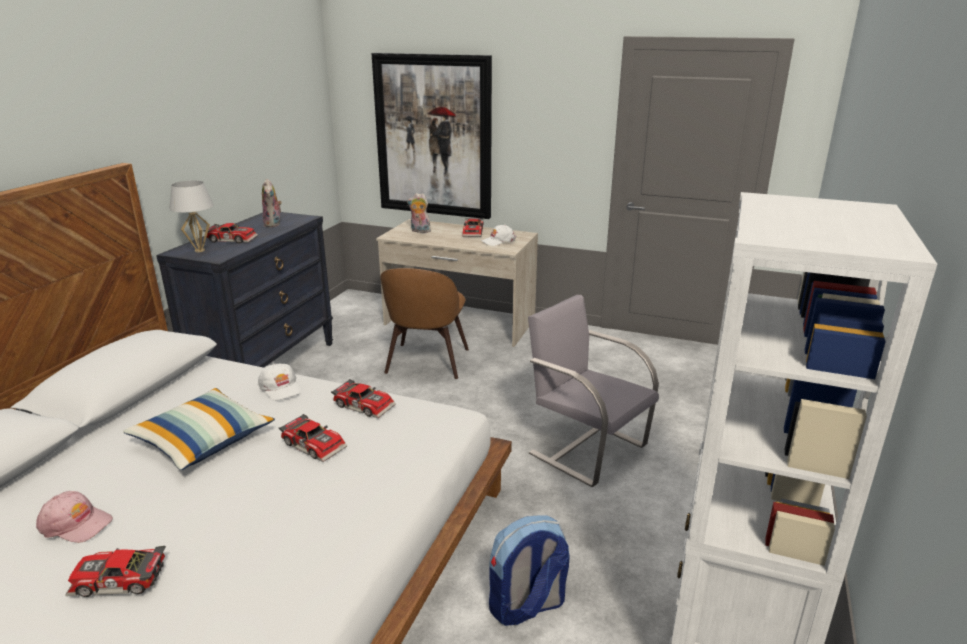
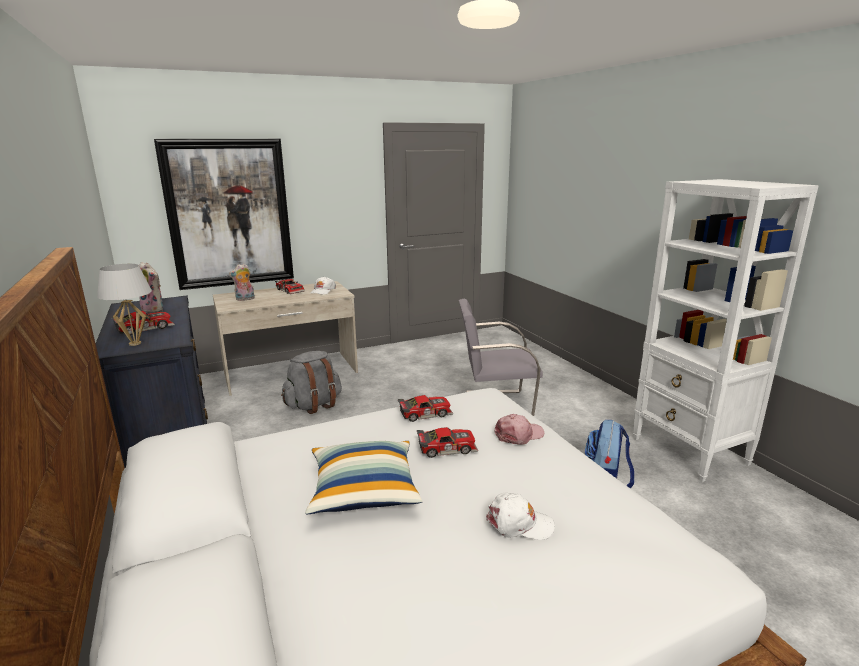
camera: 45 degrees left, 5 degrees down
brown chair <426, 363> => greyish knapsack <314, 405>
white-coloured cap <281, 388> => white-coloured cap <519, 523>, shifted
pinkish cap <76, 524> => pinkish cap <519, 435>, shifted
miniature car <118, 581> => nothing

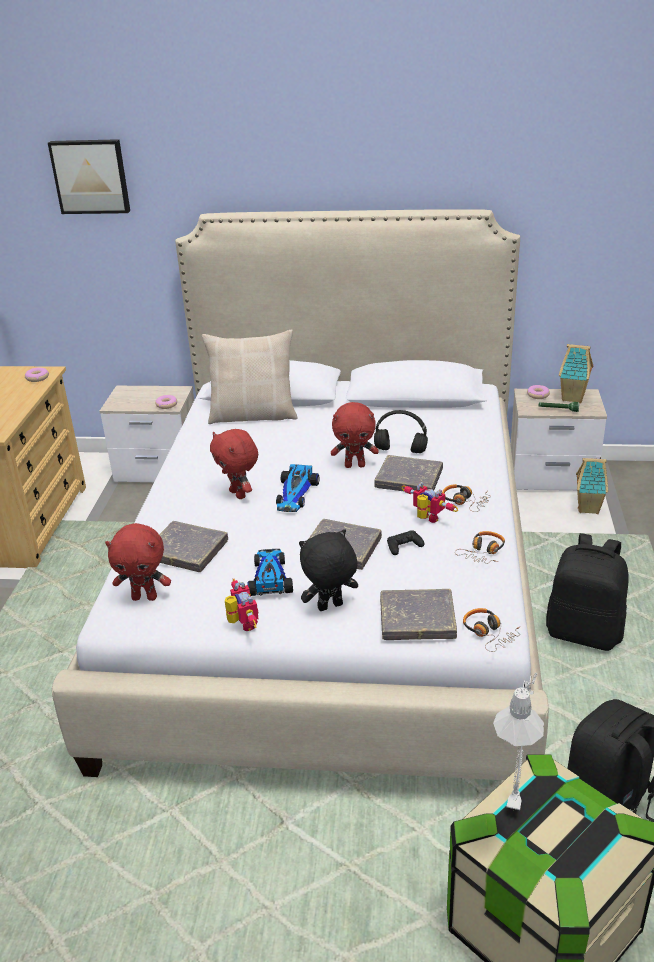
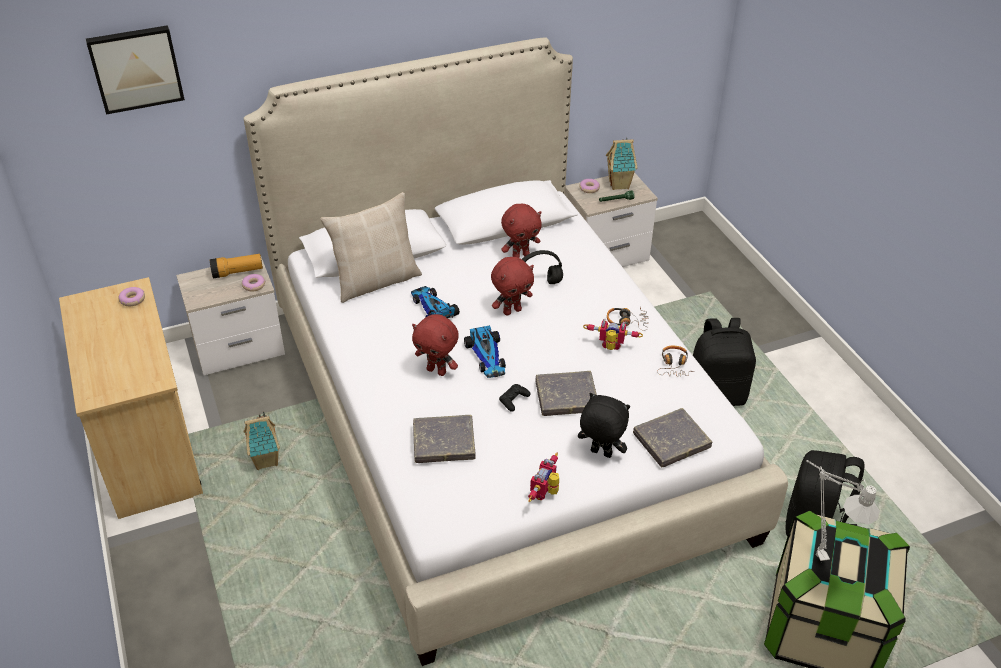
camera: 30 degrees left, 10 degrees up
greyish volume <408, 479> => nothing
model house <589, 508> => model house <267, 461>, shifted
red-coloured plush toy <145, 597> => red-coloured plush toy <520, 256>, shifted
black plush toy <330, 607> => black plush toy <600, 454>, 75 degrees clockwise
black joypad <404, 546> => black joypad <513, 400>, shifted
miniature car <269, 577> => miniature car <432, 308>, shifted
robot figure <242, 625> => robot figure <546, 493>, 105 degrees counterclockwise
pair of headphones <489, 633> => nothing
nothing => flashlight <237, 272>

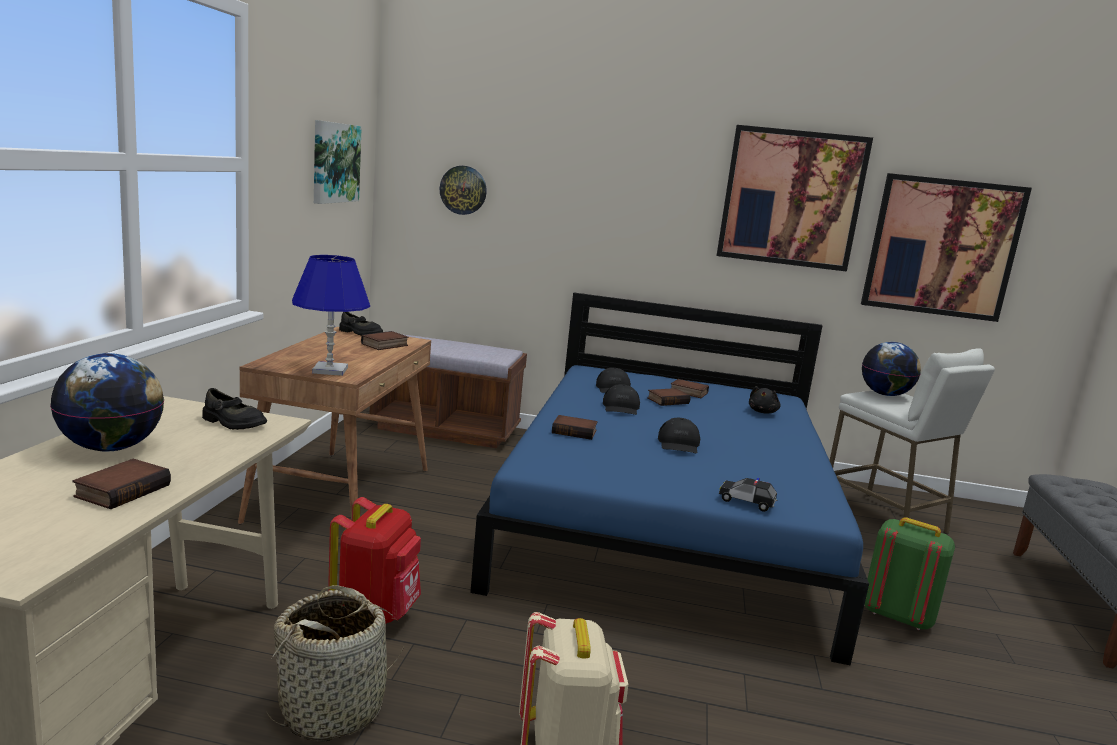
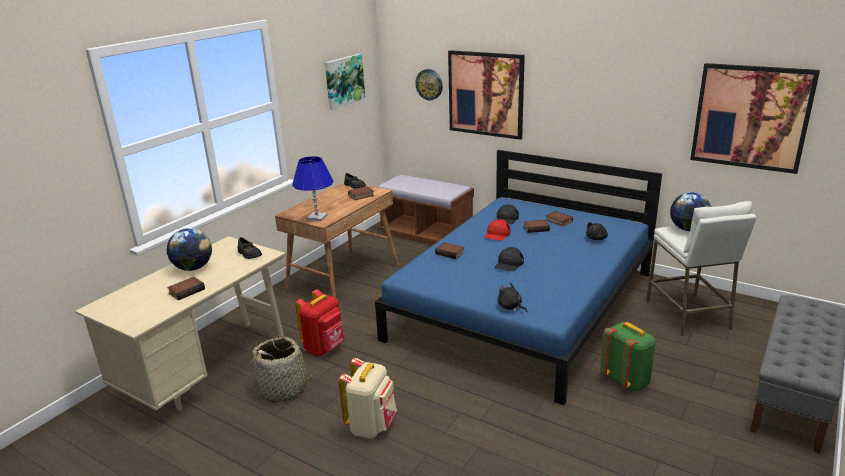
camera: 25 degrees right, 10 degrees up
wall picture <791, 198> => wall picture <486, 94>, shifted
black cap <621, 407> => red-coloured cap <497, 234>
miniature car <747, 502> => black plush toy <510, 307>

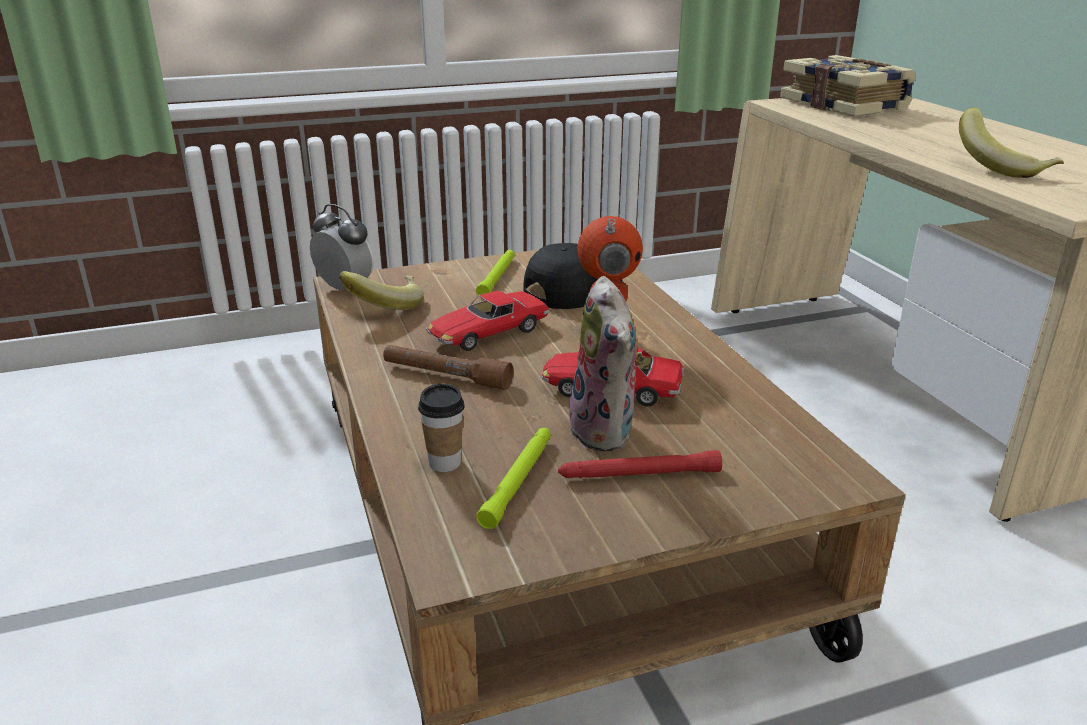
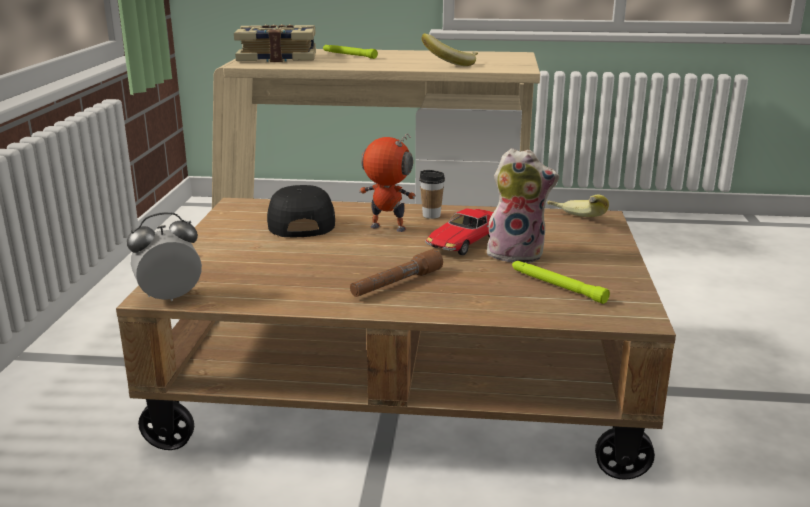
camera: 65 degrees left, 5 degrees down
green flashlight <497, 277> => green flashlight <348, 55>, shifted
whole banana <385, 306> => whole banana <574, 222>, shifted
miniature car <488, 333> => nothing
cup <444, 463> => cup <431, 215>, shifted
red-coloured flashlight <638, 474> => nothing

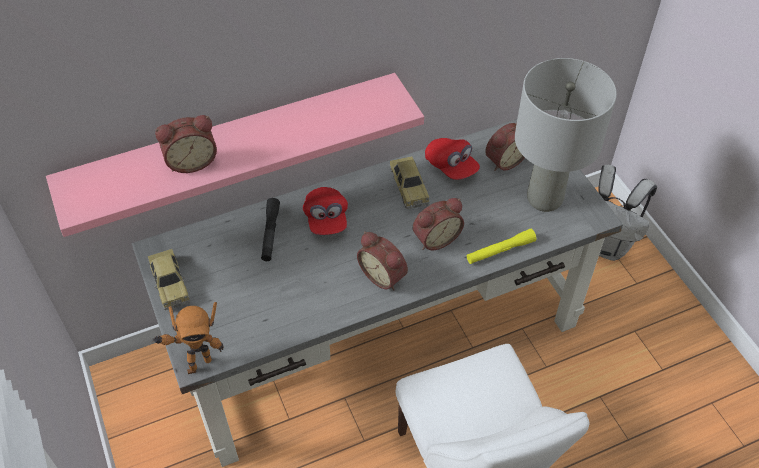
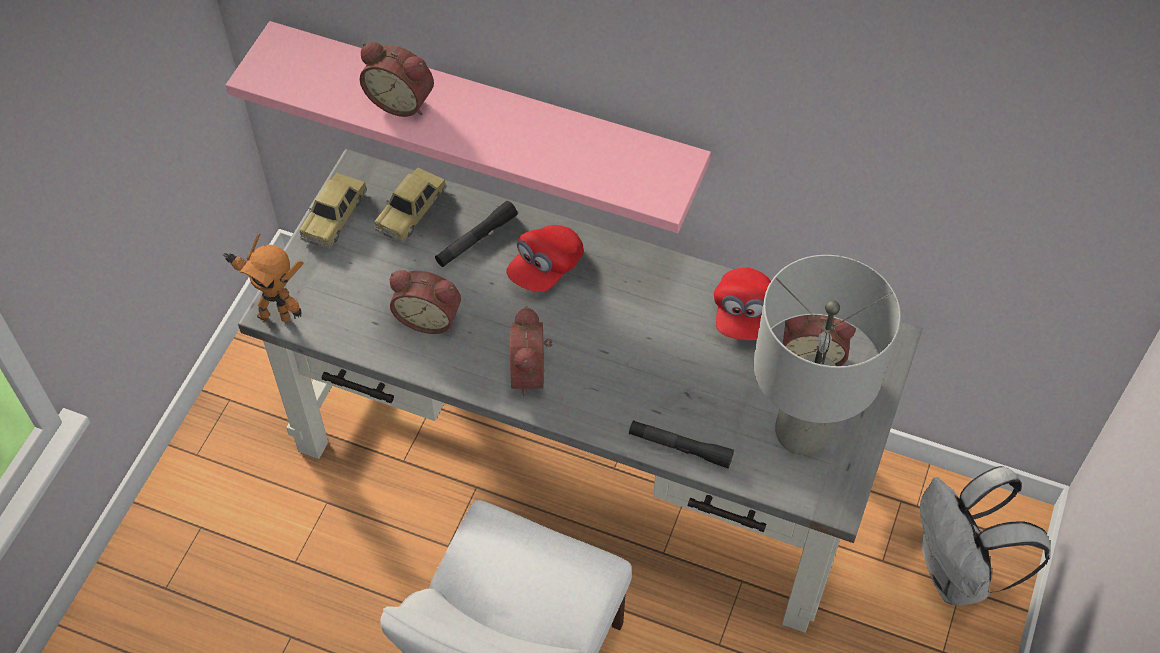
camera: 45 degrees right, 5 degrees up
miniature car <408, 187> => miniature car <411, 211>, shifted
table clock <435, 238> => table clock <429, 317>, shifted
yellow flashlight <500, 251> => black flashlight <680, 447>

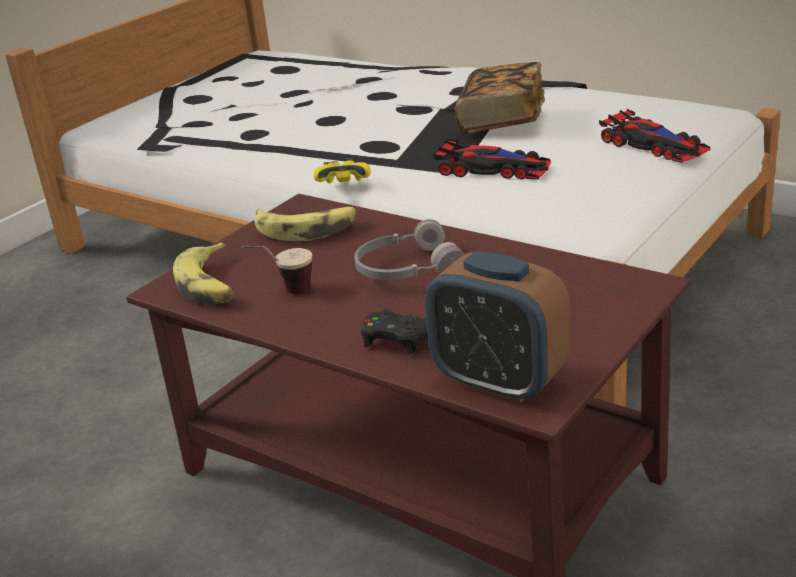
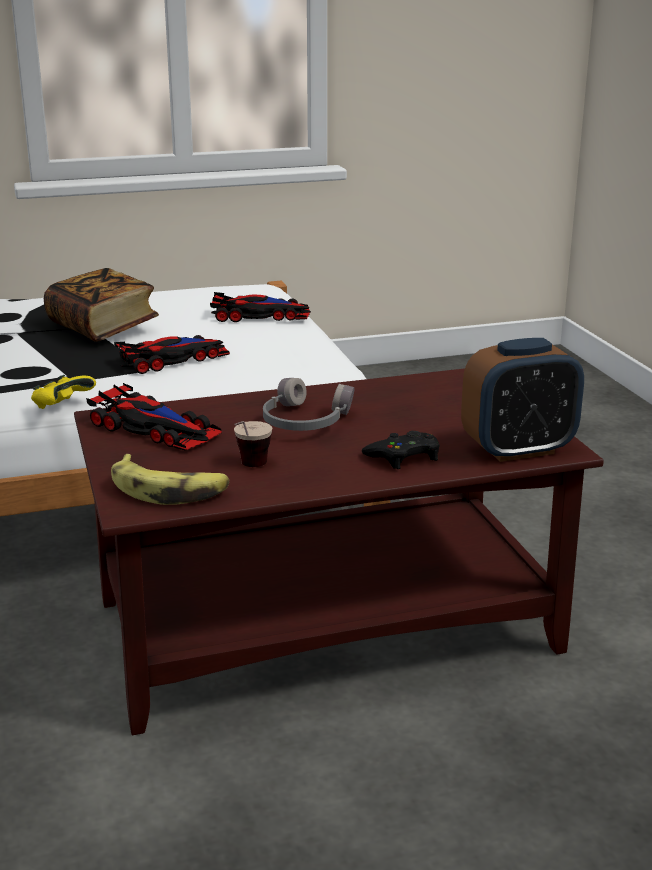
camera: 55 degrees left, 5 degrees down
whole banana <306, 229> => miniature car <155, 429>

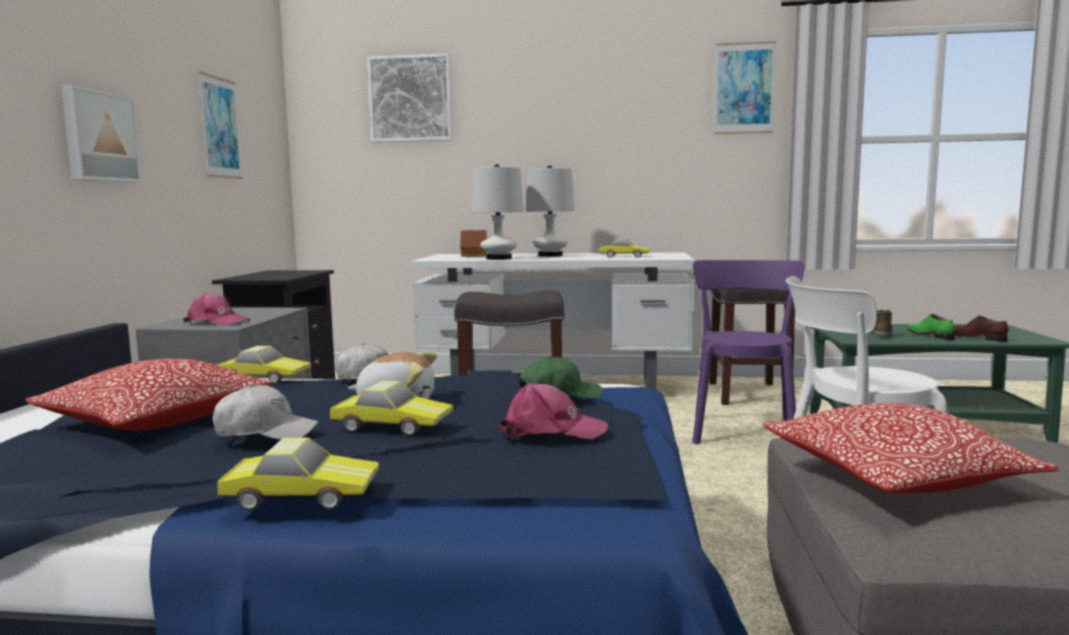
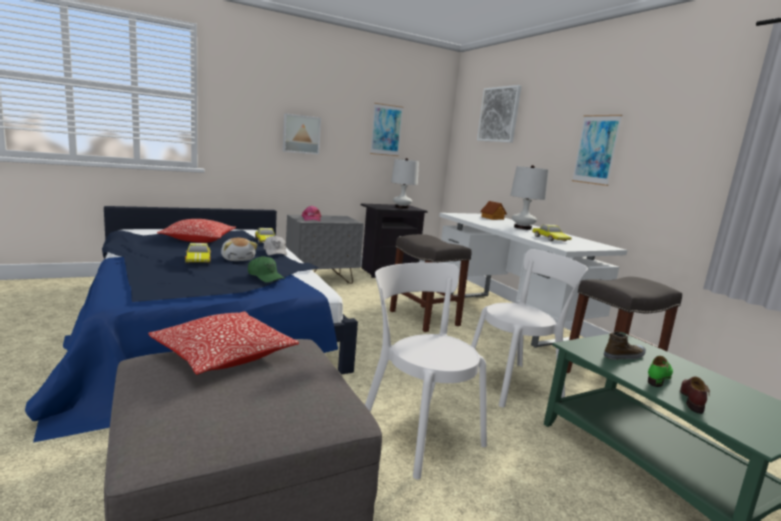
camera: 55 degrees right, 5 degrees up
wall picture <744, 88> => wall picture <596, 149>, shifted
white-coloured table lamp <499, 258> => white-coloured table lamp <402, 207>, shifted
purple-coloured chair <743, 430> => white-coloured chair <516, 383>
pinkish cap <551, 430> => nothing
white-coloured cap <266, 432> => nothing
miniature car <302, 493> => nothing

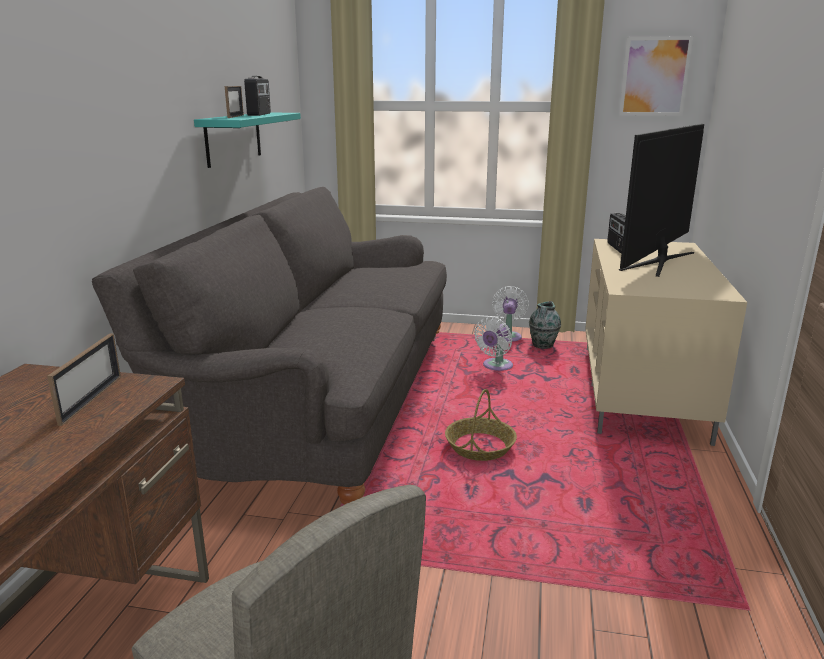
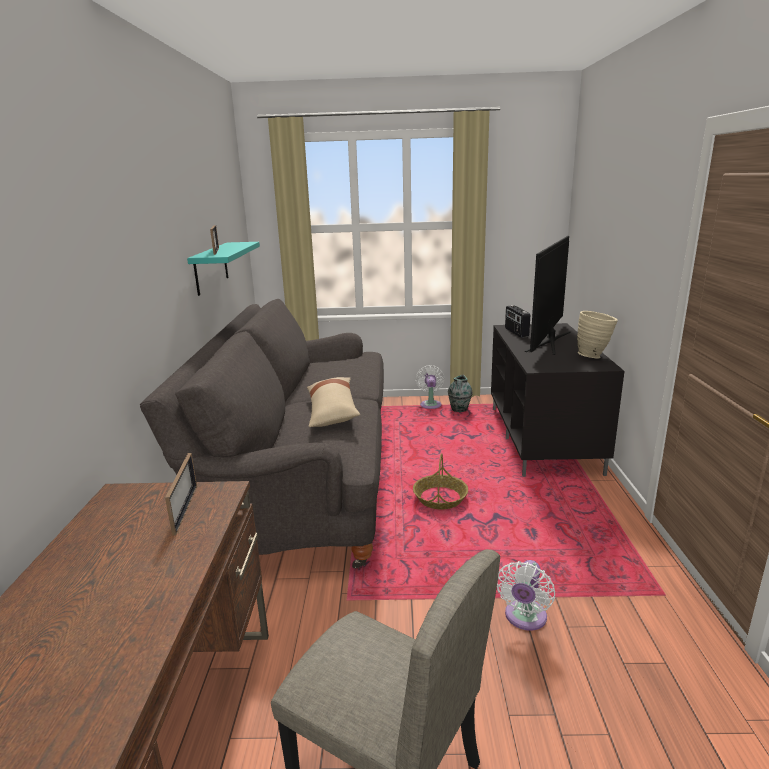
camera: 10 degrees left, 0 degrees up
wall picture <655, 76> => nothing
radio receiver <260, 114> => nothing
beige-coloured media console <643, 391> => black media console <544, 439>
white-coloured fan <496, 367> => white-coloured fan <524, 618>, shifted
nothing => beige-coloured decorative vase <594, 356>
nothing => beige-coloured throw pillow <332, 411>

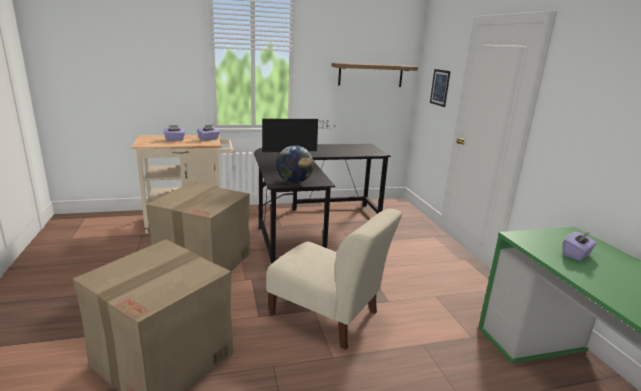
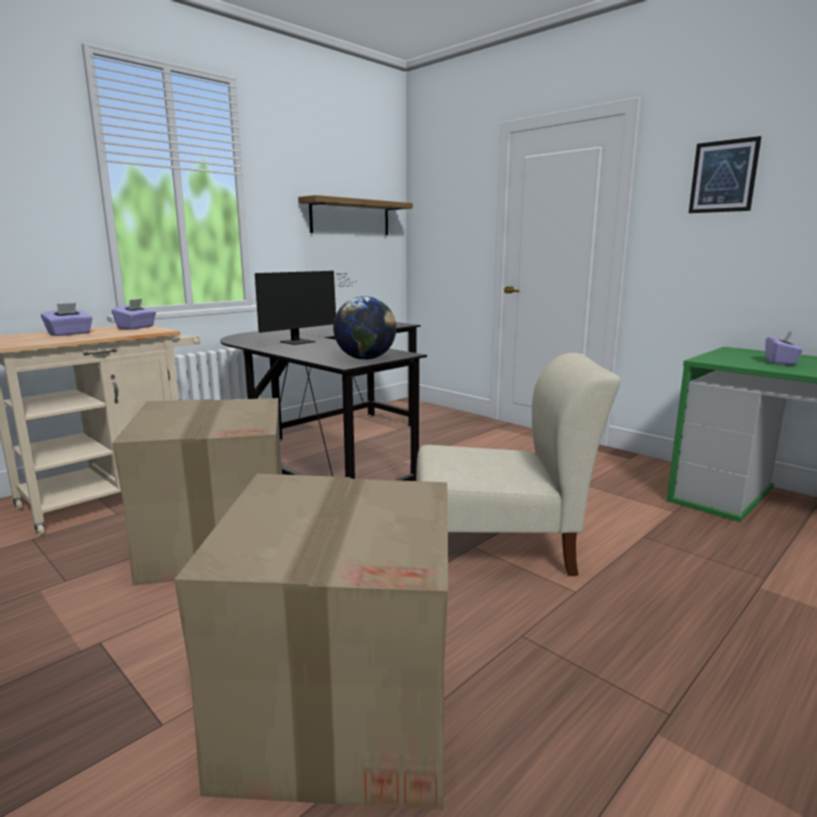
camera: 30 degrees left, 5 degrees down
wall picture <440, 87> => wall picture <723, 176>, shifted

